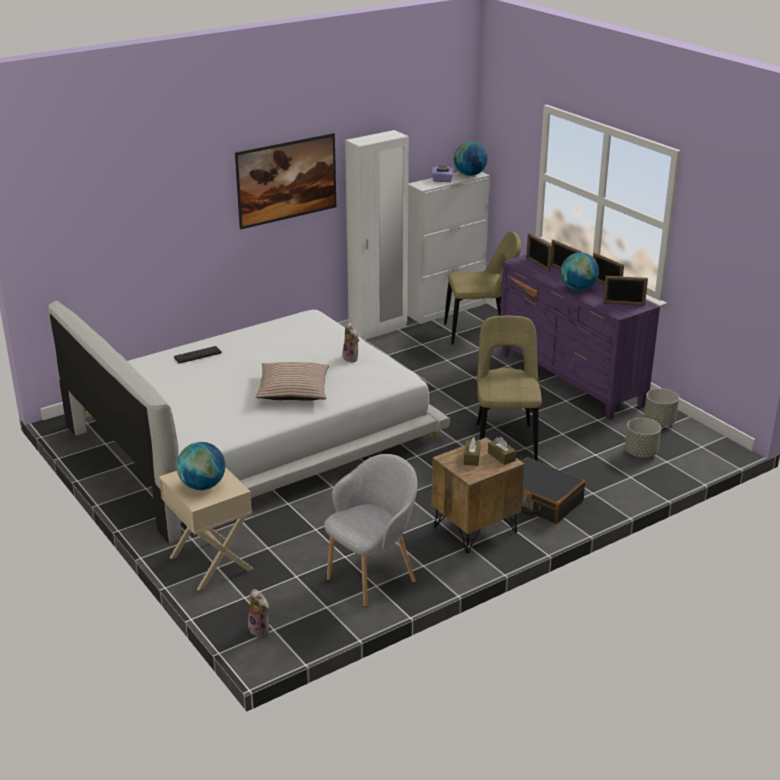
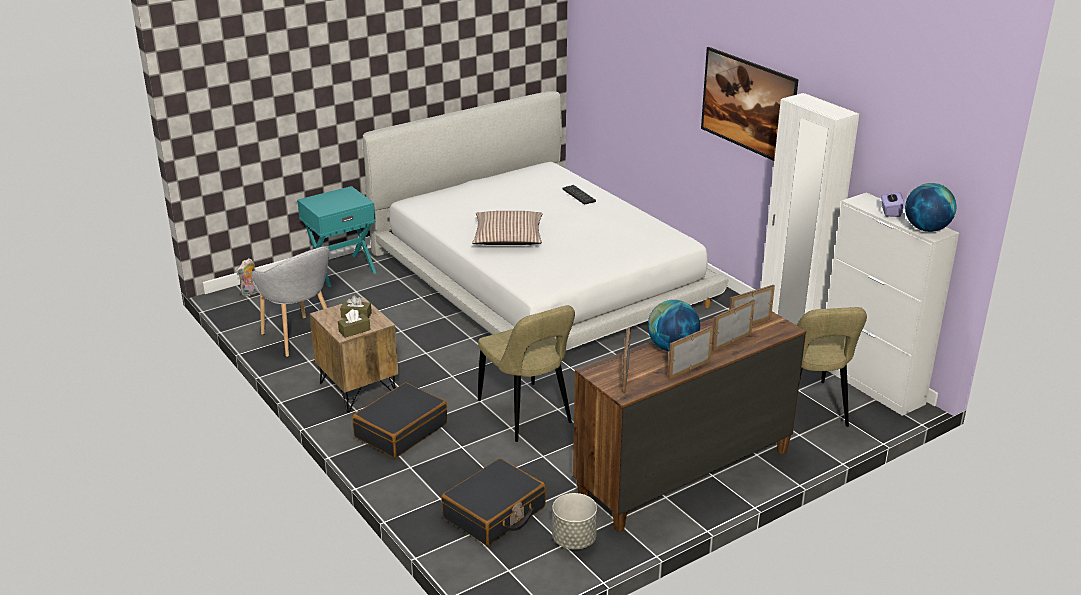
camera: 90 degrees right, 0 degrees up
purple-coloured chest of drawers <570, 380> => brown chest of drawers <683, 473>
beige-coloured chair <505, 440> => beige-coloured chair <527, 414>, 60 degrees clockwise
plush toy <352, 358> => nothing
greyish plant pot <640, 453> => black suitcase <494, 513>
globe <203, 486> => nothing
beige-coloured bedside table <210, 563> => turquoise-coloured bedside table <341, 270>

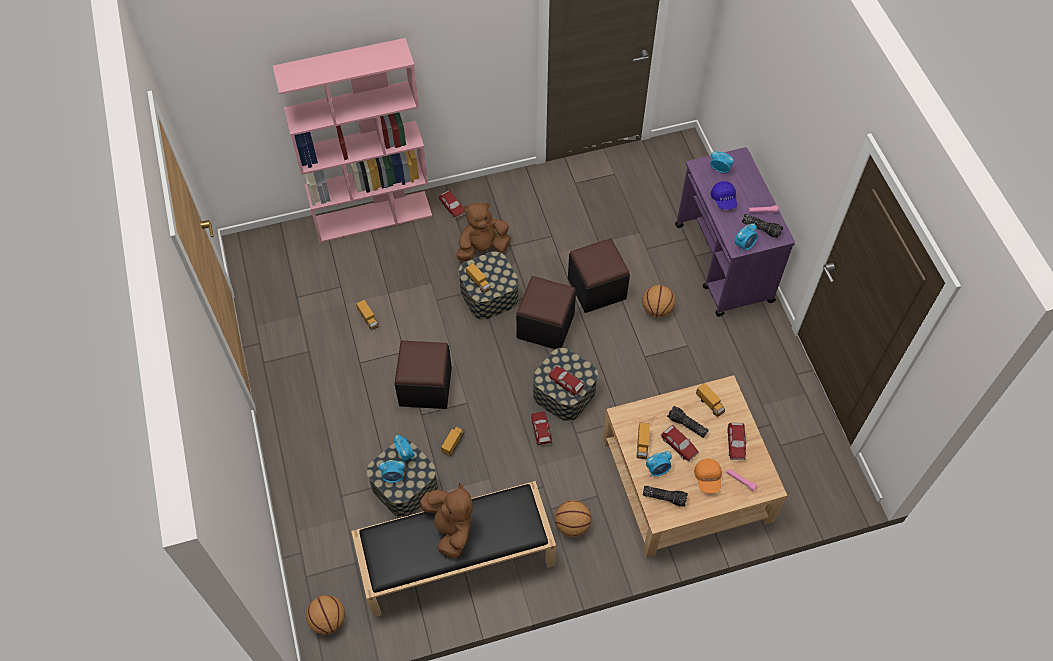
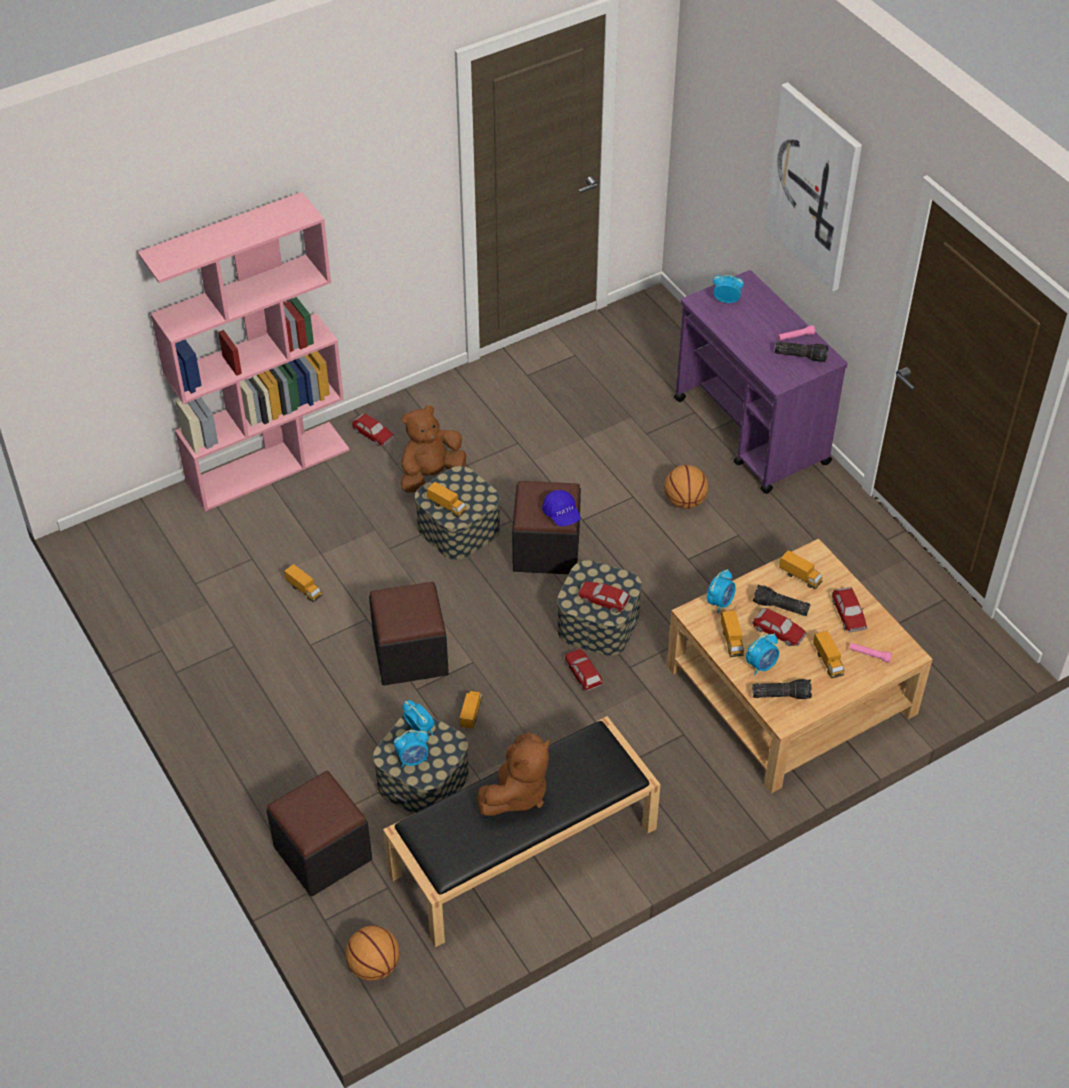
camera: 15 degrees left, 10 degrees down
blue cap <724, 200> => blue cap <561, 514>, shifted
table clock <744, 245> => table clock <720, 602>, shifted
black pouffe <597, 288> => black pouffe <323, 853>, shifted
orange-coloured cap <708, 478> => model truck <828, 661>
brown plush toy <450, 528> => brown plush toy <517, 793>, 75 degrees clockwise
basketball ball <572, 524> => nothing
nothing => wall picture <814, 187>

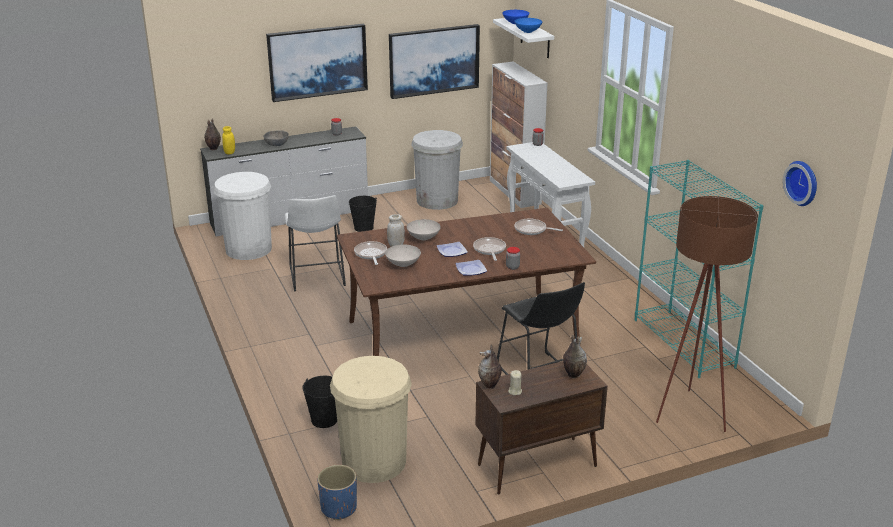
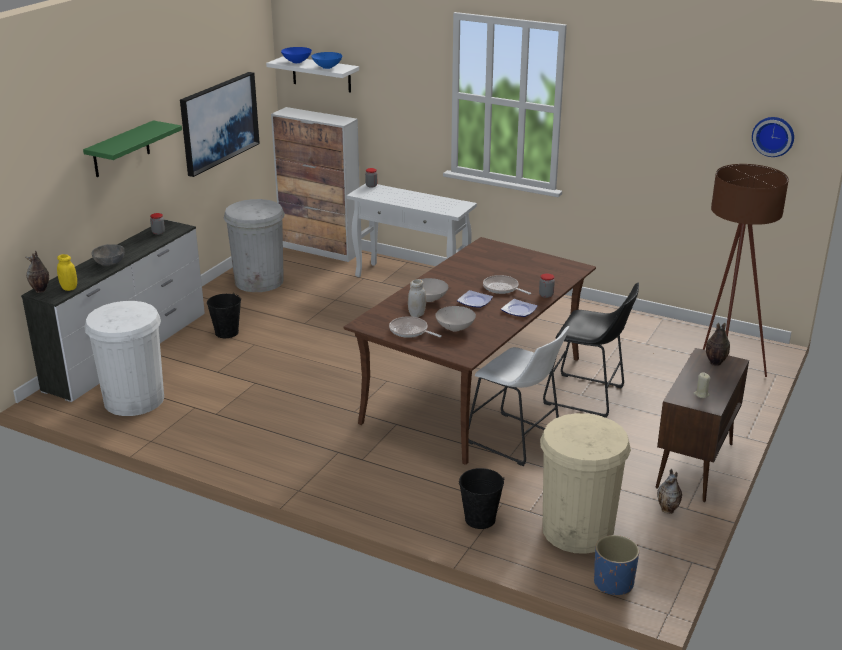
camera: 40 degrees left, 0 degrees up
wall picture <317, 61> => green shelf <121, 149>
turquoise-coloured shelving unit <684, 343> => nothing
white-coloured stool seat <317, 278> => white-coloured stool seat <517, 441>, shifted
pan <532, 230> => nothing
decorative vase <489, 386> => decorative vase <668, 510>, shifted

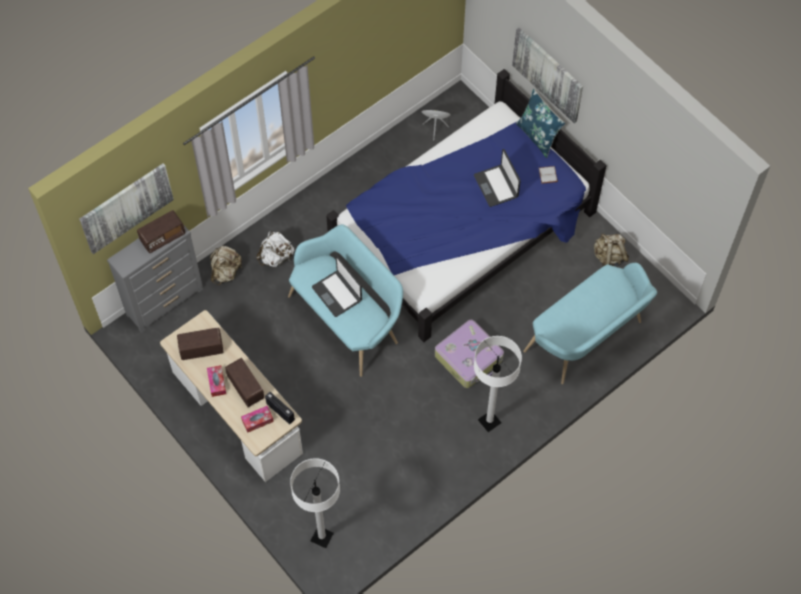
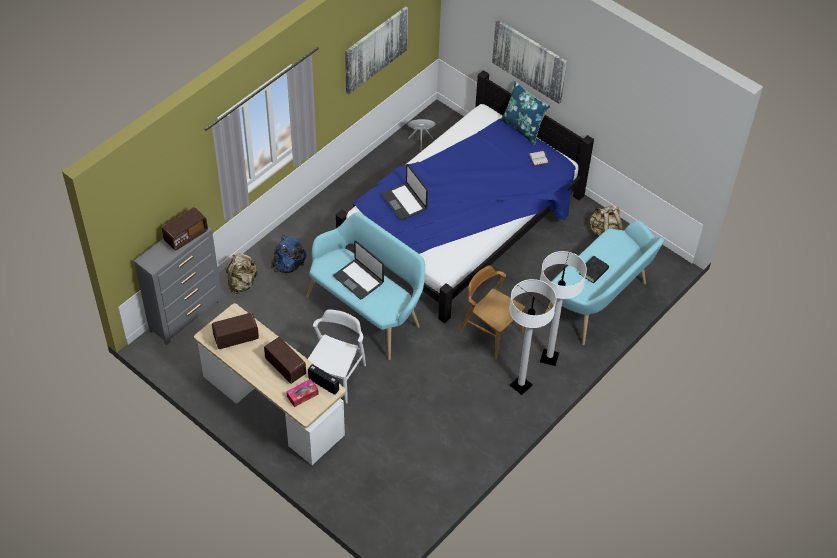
camera: 10 degrees left, 10 degrees down
portable computer <496, 186> => portable computer <404, 202>, shifted
wall picture <126, 207> => wall picture <375, 49>, shifted
white-coloured knapsack <276, 257> => blue knapsack <289, 265>
suitcase <469, 358> => brown chair <491, 332>
tissue holder <217, 383> => nothing
white-coloured floor lamp <322, 537> => white-coloured floor lamp <549, 358>, shifted
nothing => black volume <593, 271>
nothing => white-coloured chair <336, 377>

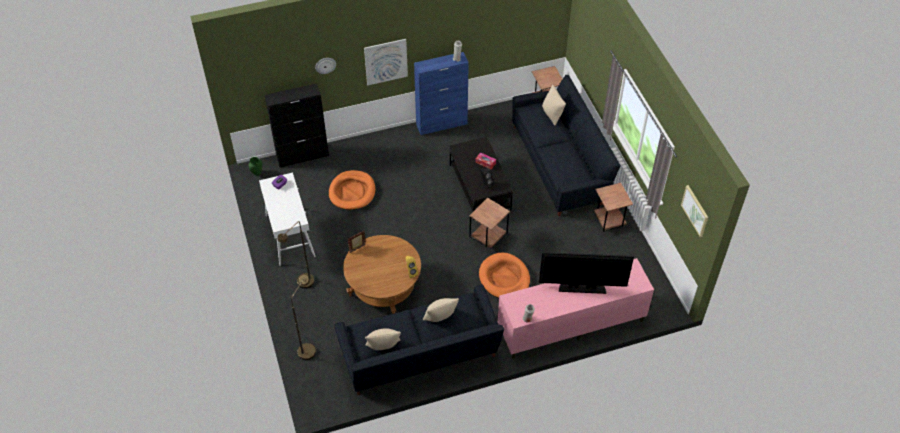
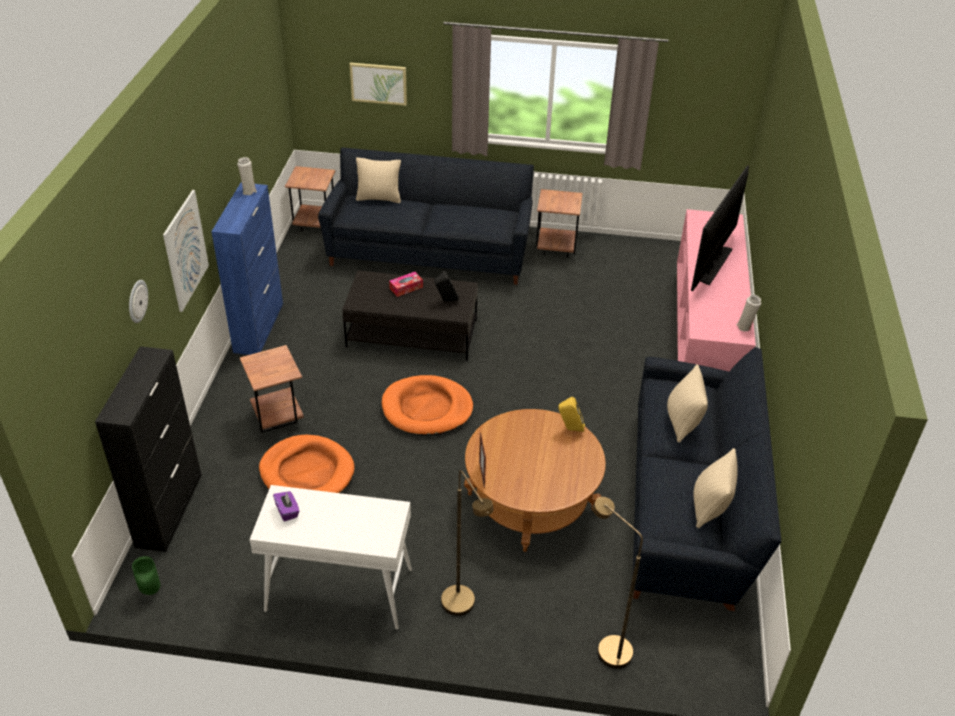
camera: 65 degrees left, 10 degrees down
wall picture <695, 210> => wall picture <378, 83>, shifted
brown side table <488, 238> => brown side table <277, 418>, shifted
orange-coloured pet bed <504, 278> => orange-coloured pet bed <427, 409>, shifted

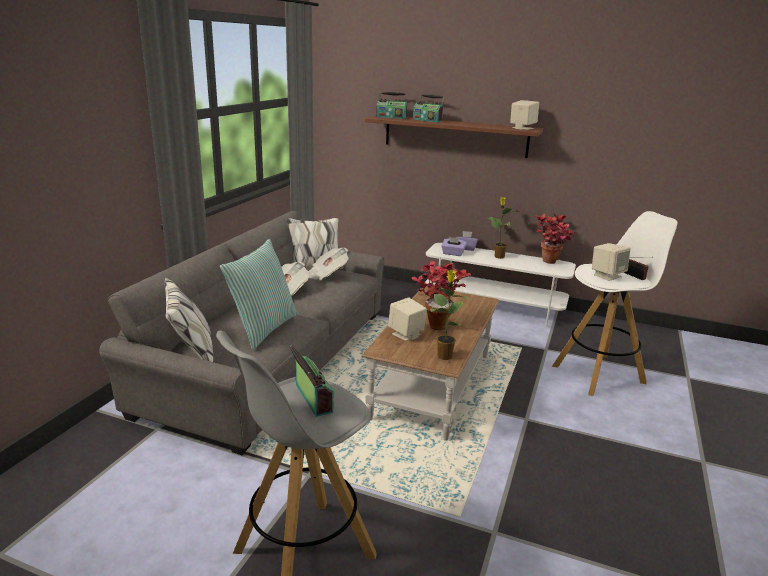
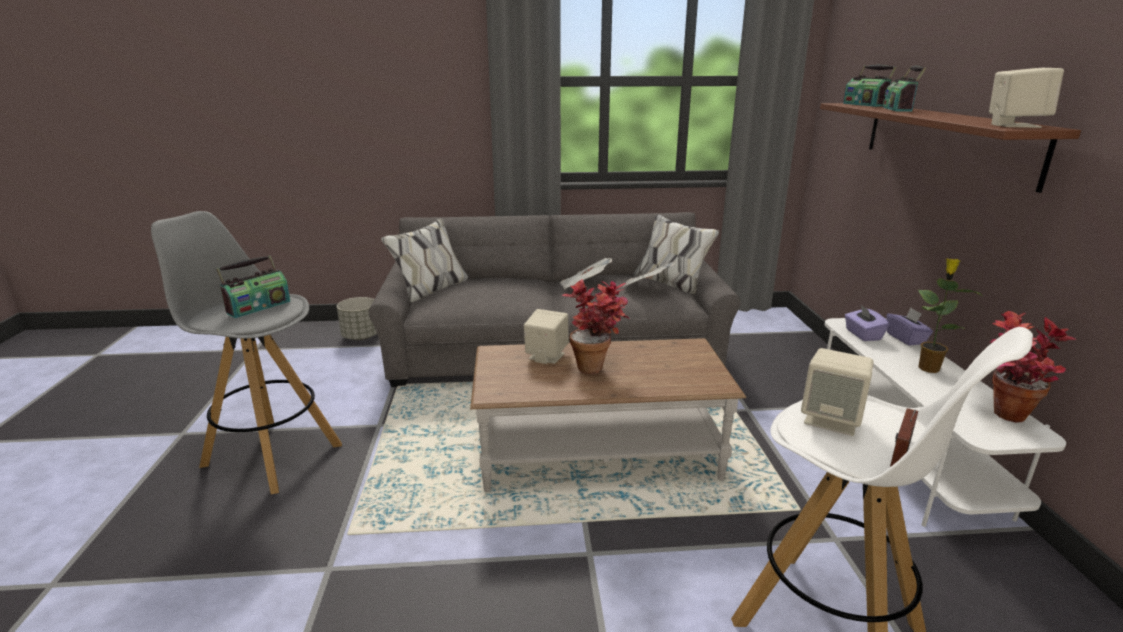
camera: 65 degrees right, 0 degrees up
throw pillow <263, 328> => nothing
plant in a pot <444, 355> => nothing
nothing => greyish plant pot <361, 336>

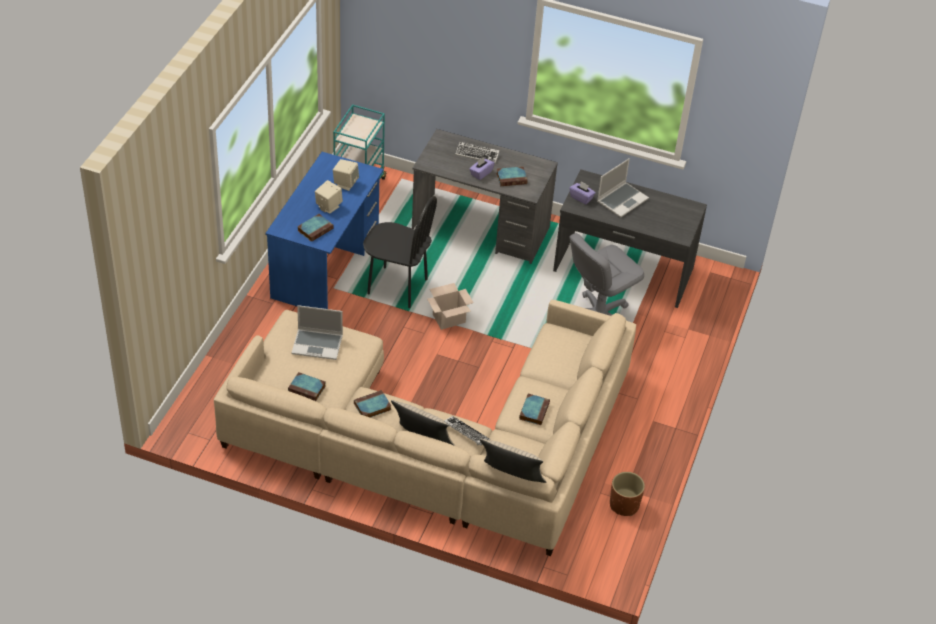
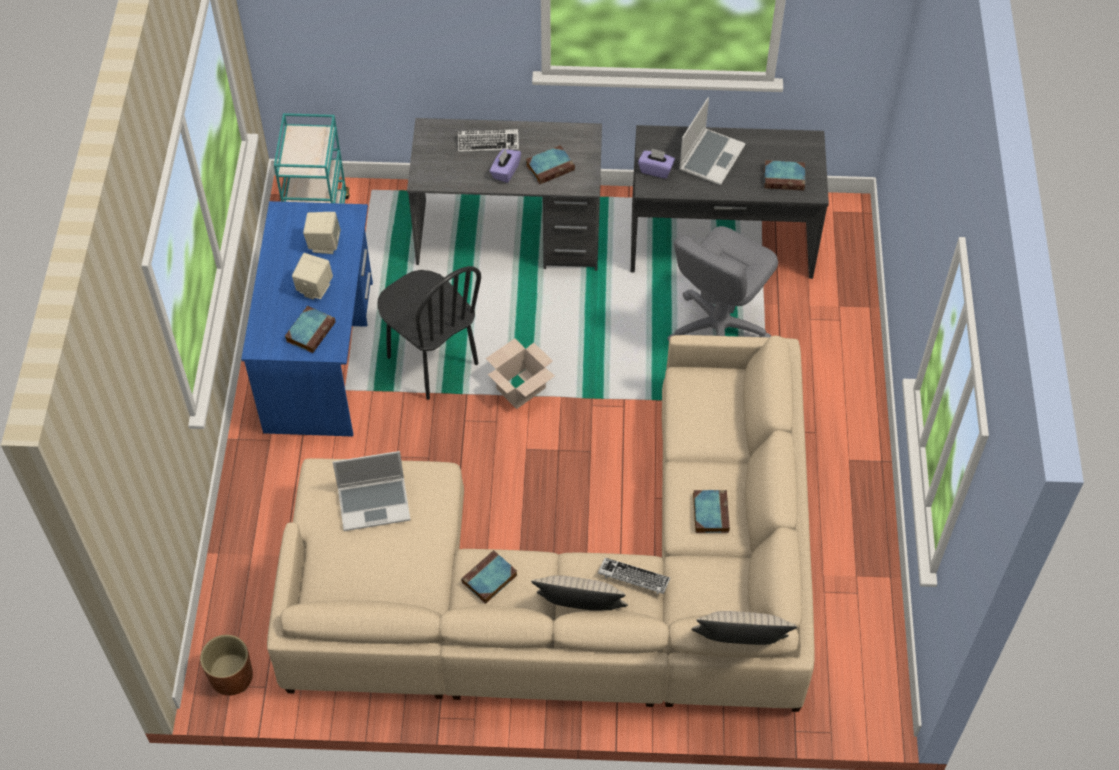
camera: 15 degrees left, 10 degrees up
black chair <397, 287> => black chair <432, 361>, 45 degrees clockwise
volume <307, 389> => volume <785, 178>, shifted
brown plant pot <624, 505> => brown plant pot <231, 677>, shifted

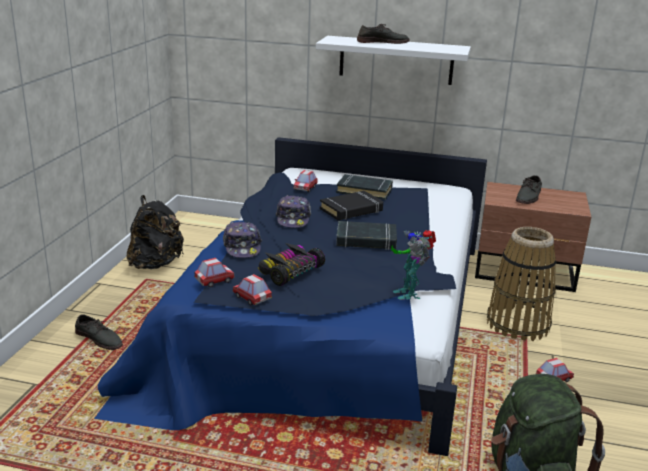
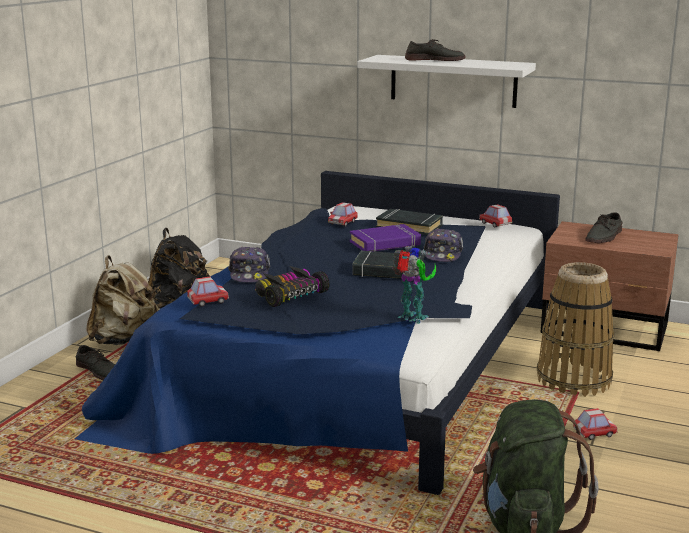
camera: 10 degrees right, 5 degrees down
black volume <351, 210> => purple-coloured volume <385, 244>
cap <293, 219> => cap <443, 254>, shifted
robot figure <409, 293> => robot figure <413, 318>, 135 degrees clockwise
miniature car <252, 298> => miniature car <495, 224>, shifted
nothing => beige-coloured knapsack <124, 340>

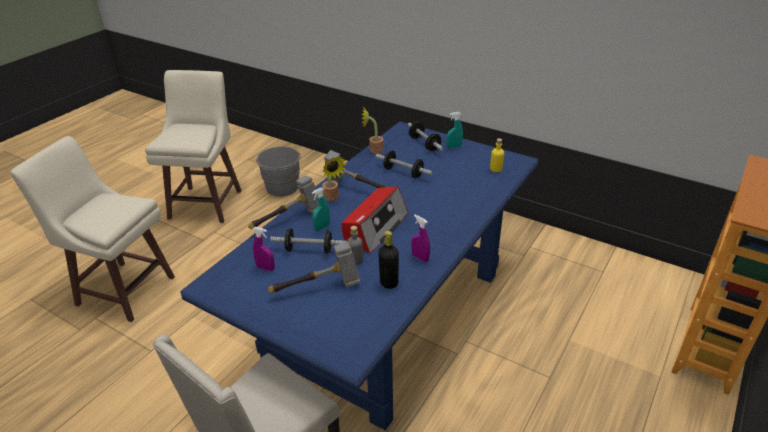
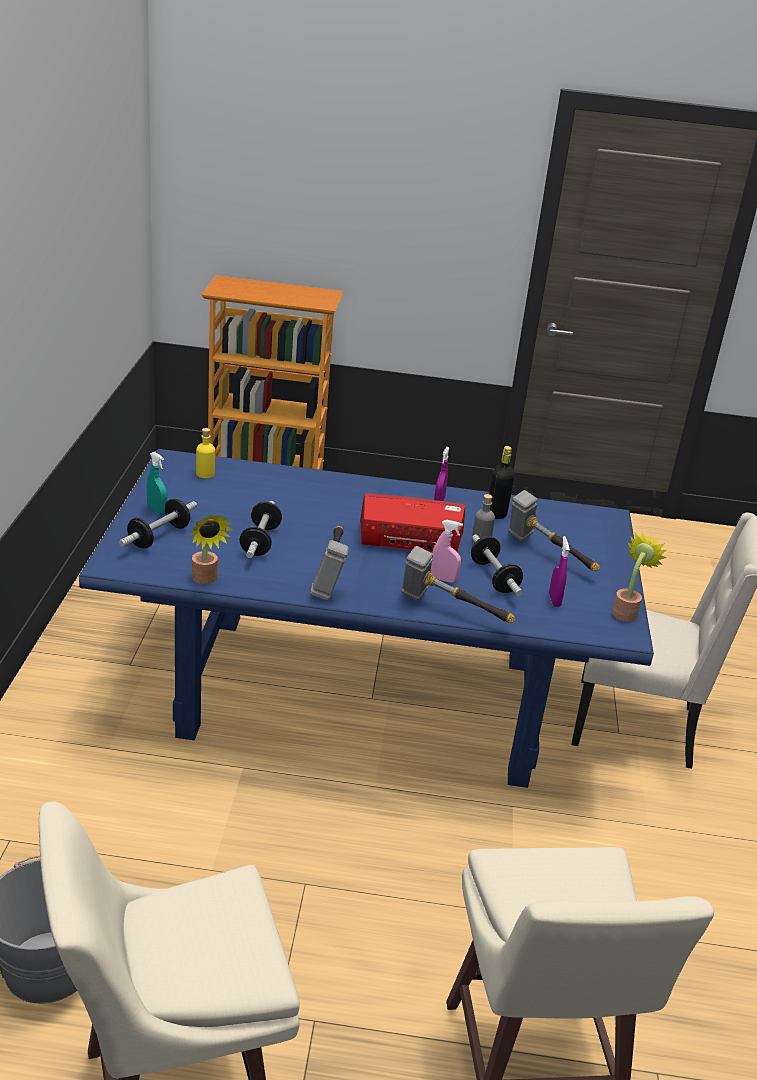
camera: 120 degrees left, 5 degrees down
plant in a pot <332, 198> => plant in a pot <626, 612>, shifted
turquoise-coloured sprayer <322, 227> => pinkish sprayer <443, 579>

